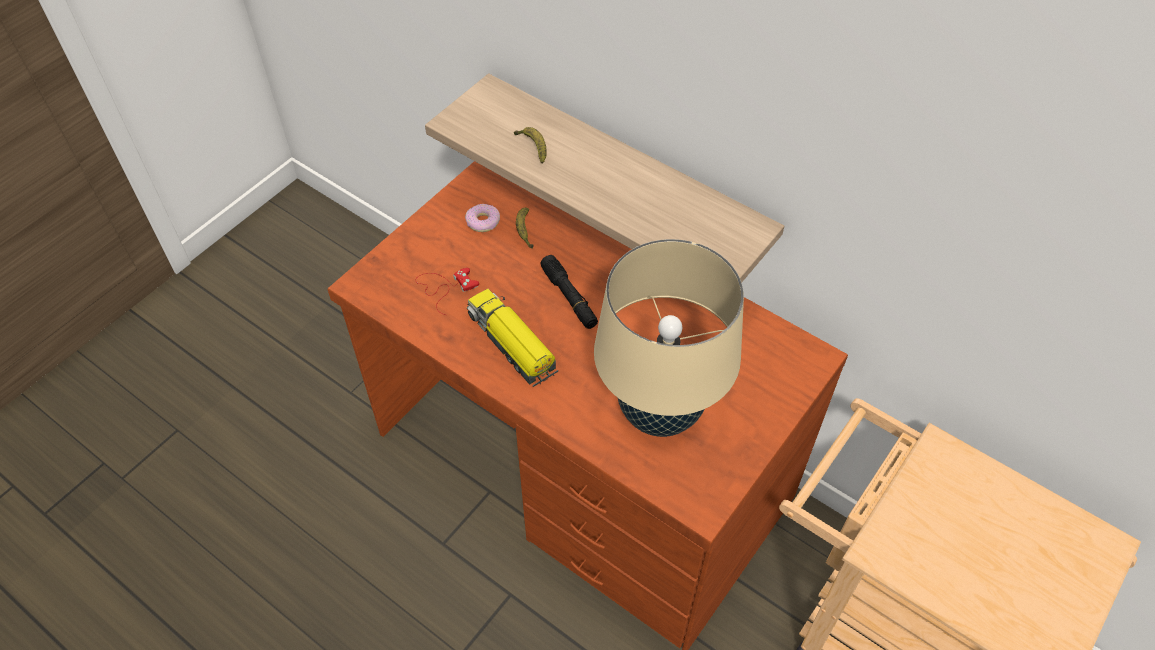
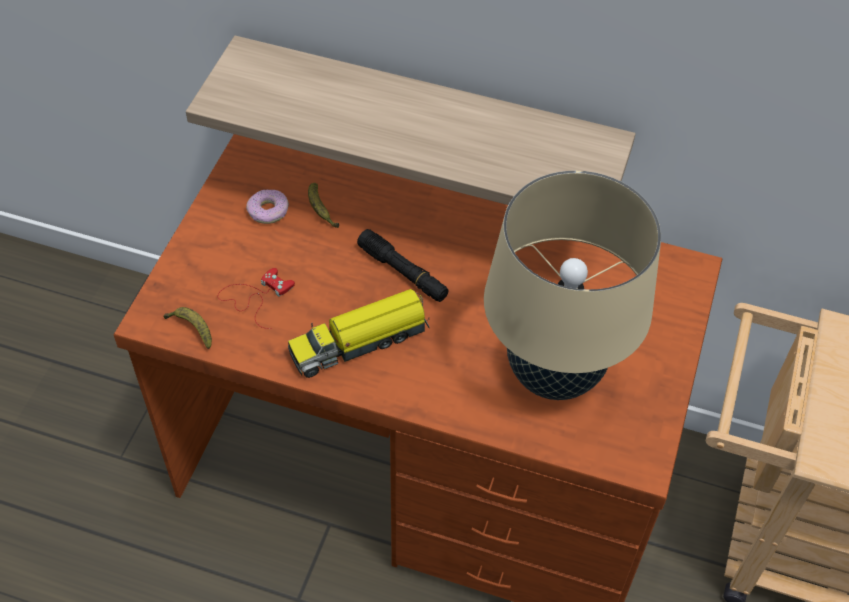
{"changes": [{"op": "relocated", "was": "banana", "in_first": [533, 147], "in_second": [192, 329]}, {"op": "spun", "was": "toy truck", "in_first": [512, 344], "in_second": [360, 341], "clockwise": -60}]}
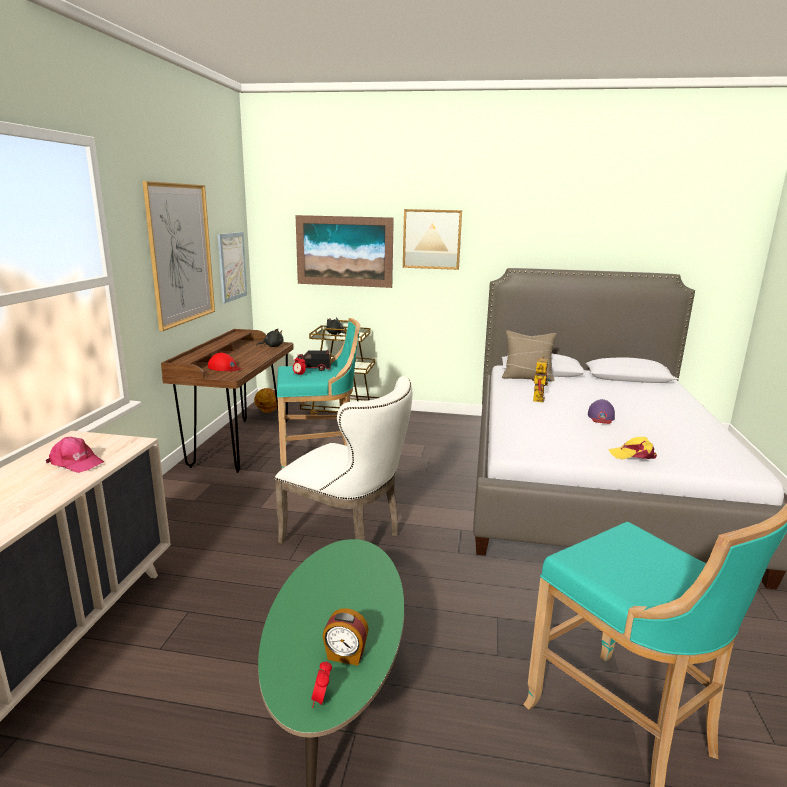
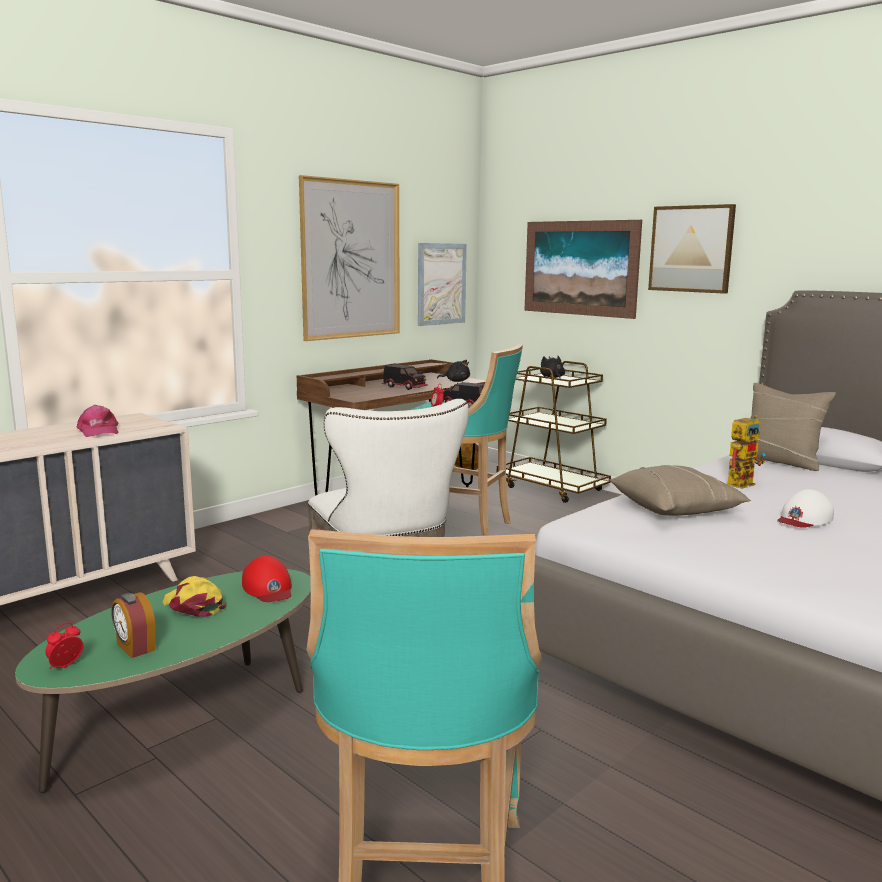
{"changes": [{"op": "appeared", "now": "toy truck", "in_second": [405, 387]}, {"op": "appeared", "now": "beige pillow", "in_second": [675, 508]}, {"op": "relocated", "was": "red cap", "in_first": [224, 368], "in_second": [268, 588]}, {"op": "relocated", "was": "yellow cap", "in_first": [633, 455], "in_second": [194, 605]}, {"op": "colour", "was": "purple cap", "now": "white cap", "in_first": [601, 417], "in_second": [804, 518]}]}
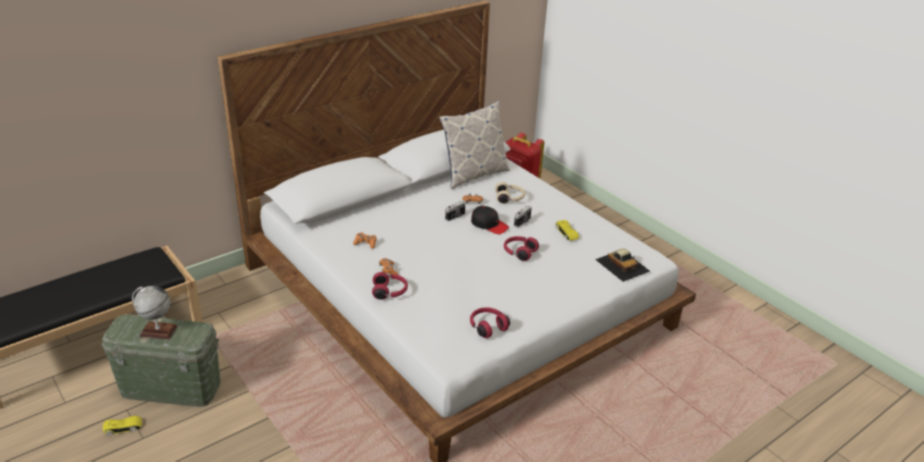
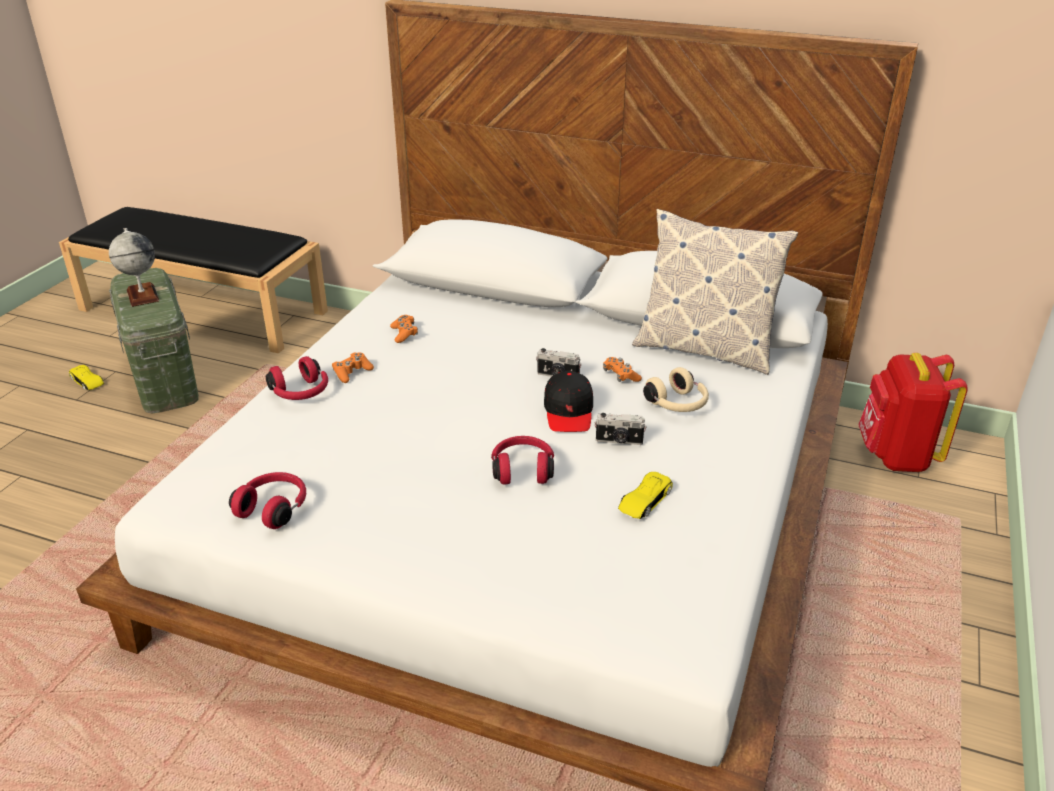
{"changes": [{"op": "missing", "was": "toy car", "in_first": [622, 265]}]}
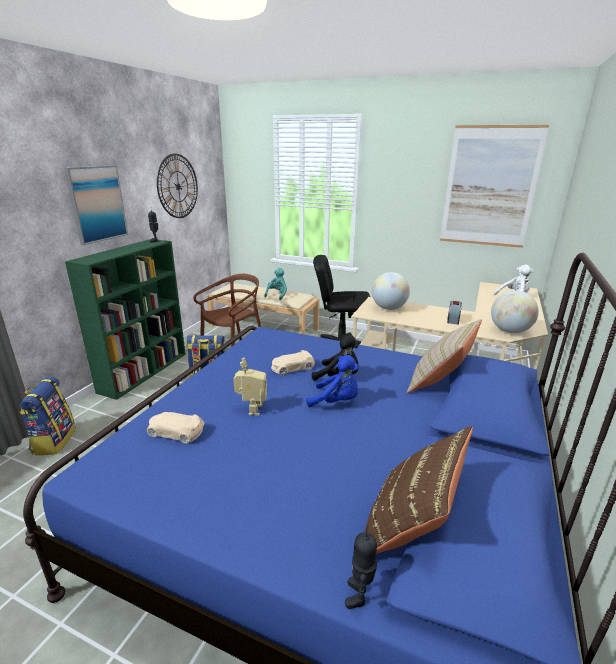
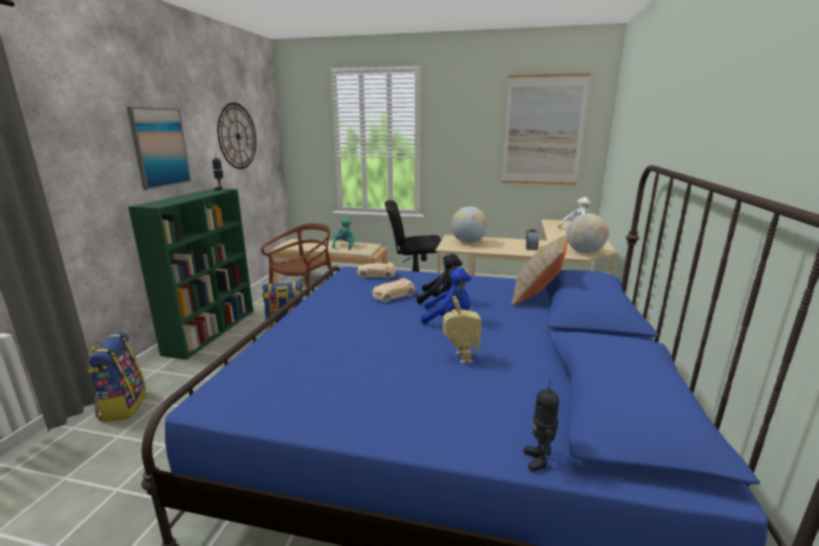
{"changes": [{"op": "missing", "was": "brown pillow", "in_first": [409, 529]}, {"op": "relocated", "was": "beige toy car", "in_first": [175, 432], "in_second": [376, 275]}, {"op": "relocated", "was": "toy robot", "in_first": [251, 410], "in_second": [460, 358]}]}
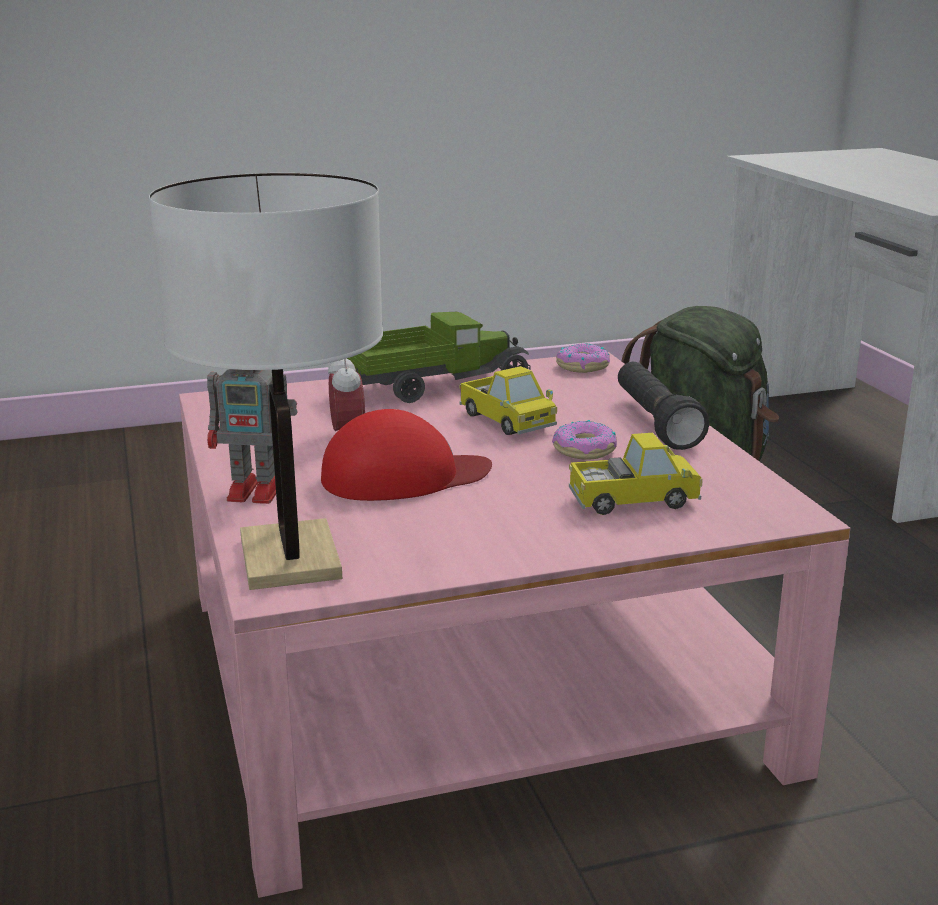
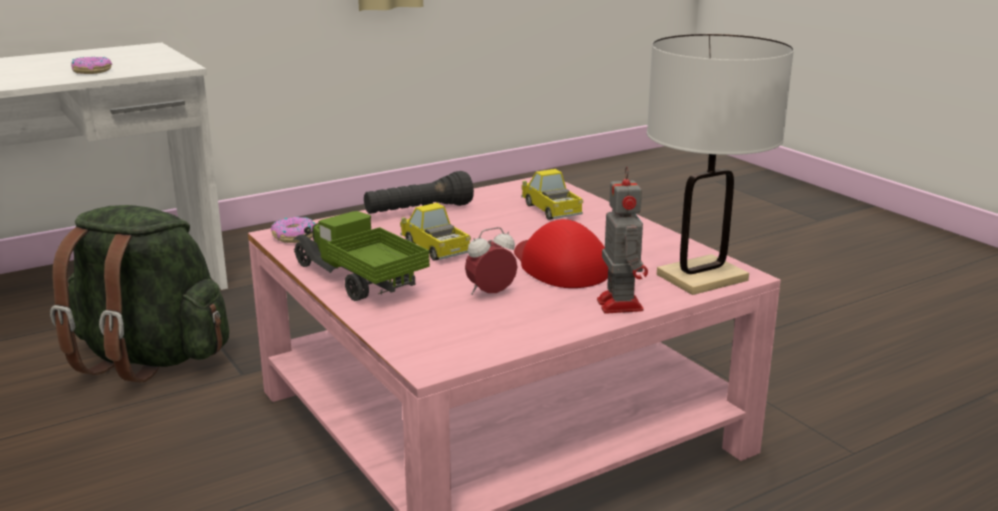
{"changes": [{"op": "relocated", "was": "donut", "in_first": [585, 450], "in_second": [92, 71]}, {"op": "spun", "was": "toy truck", "in_first": [506, 421], "in_second": [435, 248], "clockwise": -75}]}
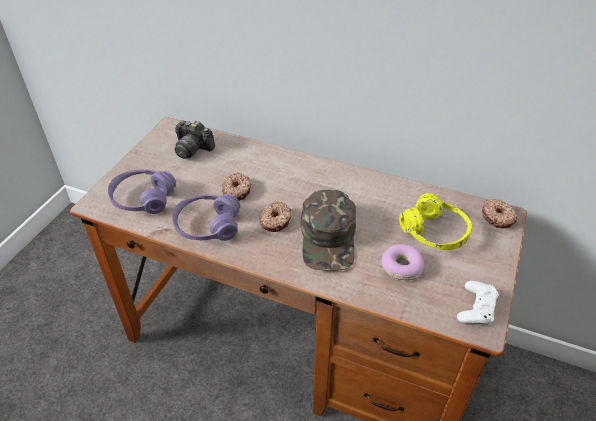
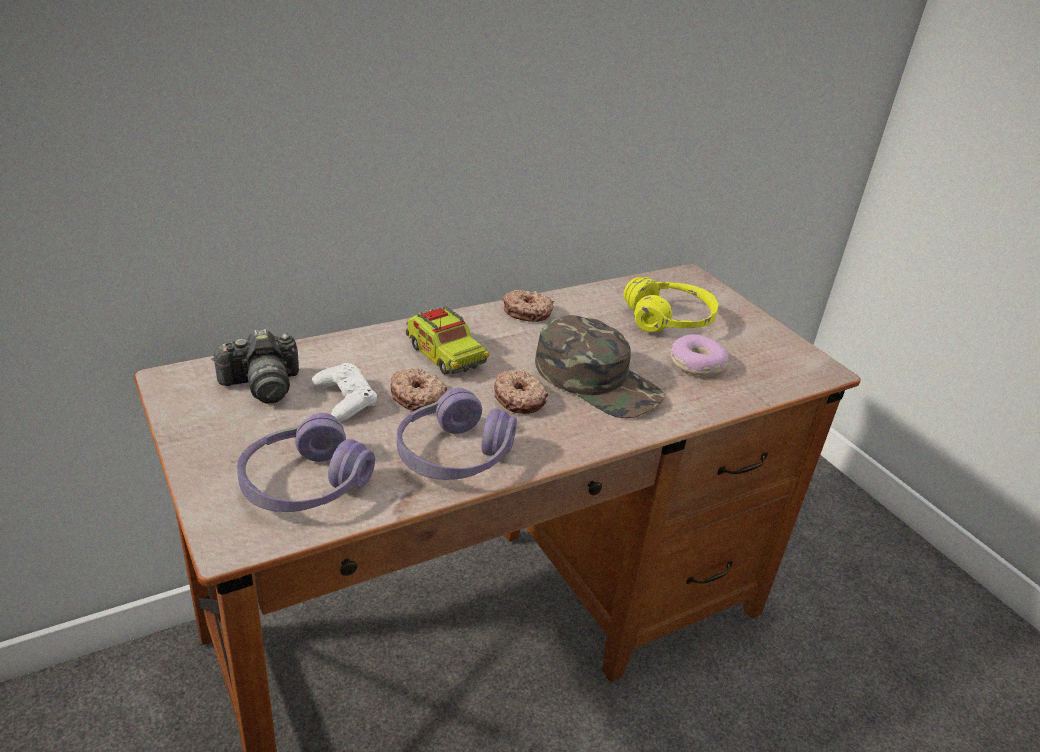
{"changes": [{"op": "appeared", "now": "toy truck", "in_second": [445, 355]}, {"op": "relocated", "was": "white game controller", "in_first": [476, 307], "in_second": [345, 399]}, {"op": "relocated", "was": "donut", "in_first": [497, 217], "in_second": [527, 312]}]}
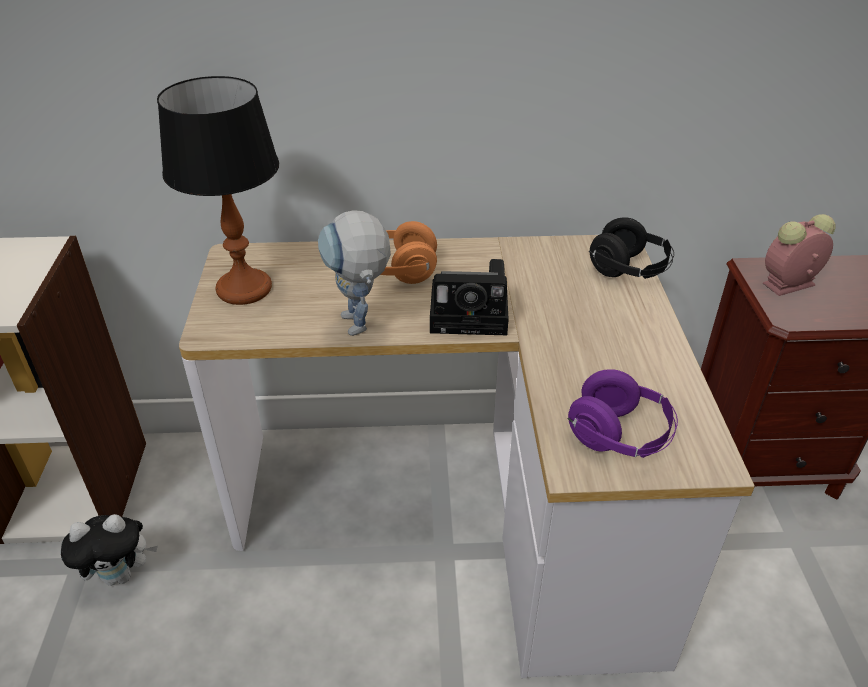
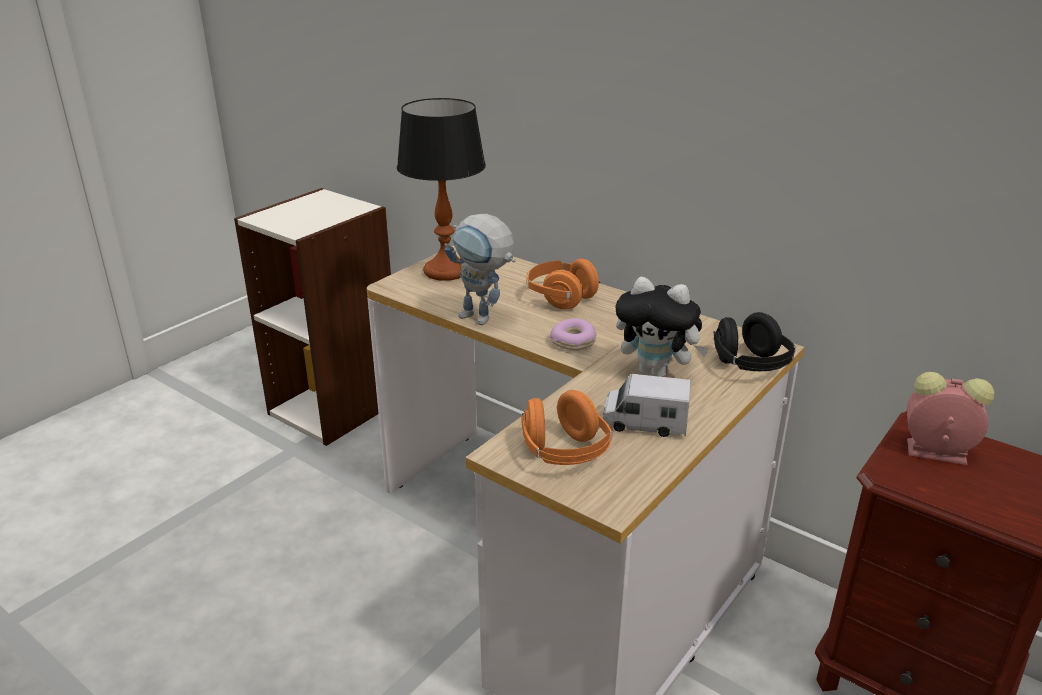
{"changes": [{"op": "appeared", "now": "toy truck", "in_second": [644, 423]}, {"op": "relocated", "was": "plush toy", "in_first": [121, 575], "in_second": [657, 372]}, {"op": "exchanged", "was": "photo camera", "now": "donut", "in_first": [472, 314], "in_second": [574, 342]}, {"op": "colour", "was": "purple headphones", "now": "orange headphones", "in_first": [619, 436], "in_second": [564, 453]}, {"op": "spun", "was": "toy robot", "in_first": [360, 329], "in_second": [484, 320], "clockwise": -75}]}
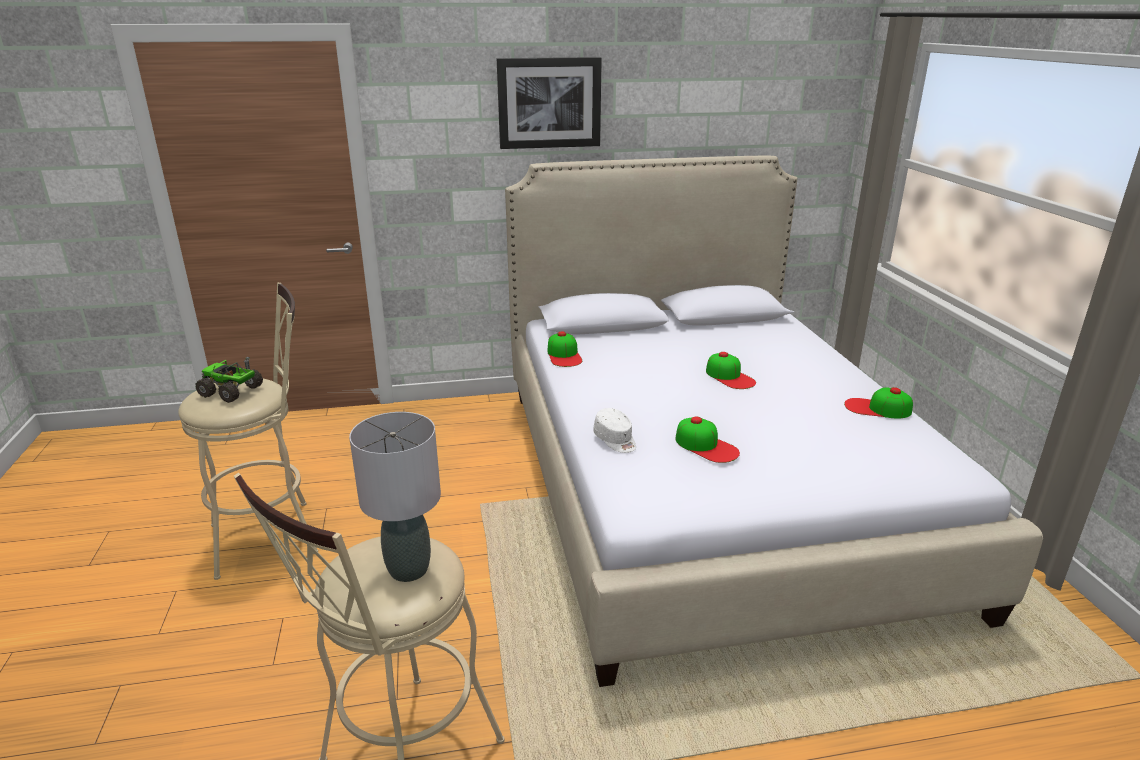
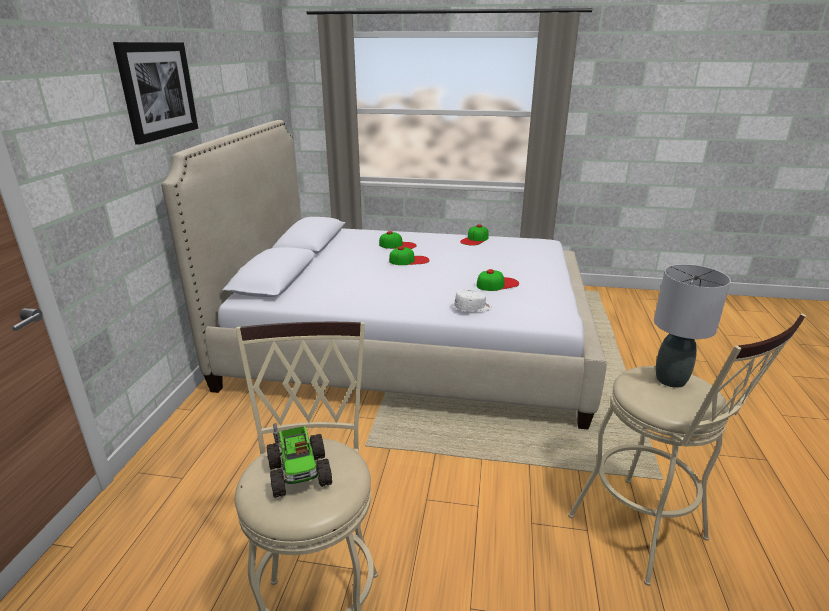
{"changes": [{"op": "relocated", "was": "cap", "in_first": [564, 355], "in_second": [397, 245]}, {"op": "spun", "was": "toy truck", "in_first": [232, 391], "in_second": [299, 472], "clockwise": -60}]}
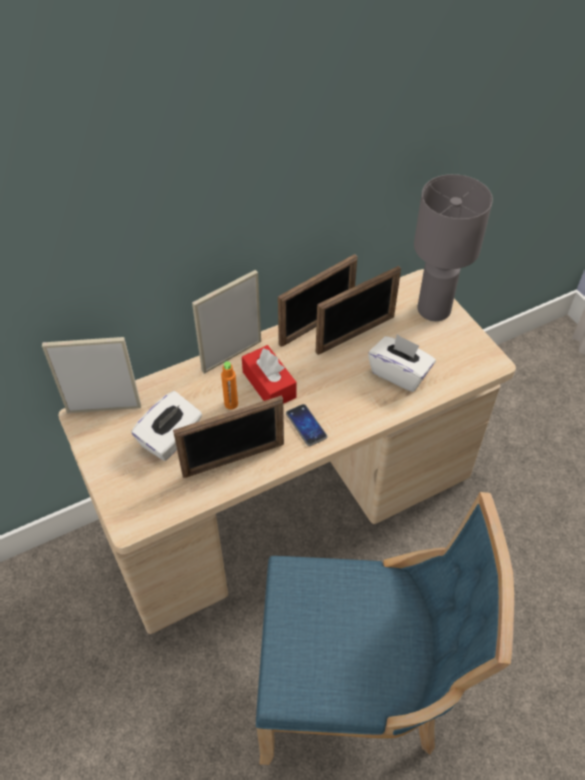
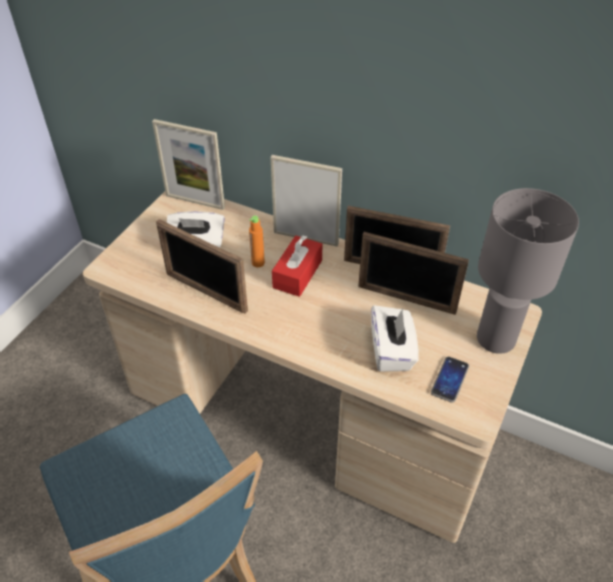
{"changes": [{"op": "relocated", "was": "phone", "in_first": [306, 425], "in_second": [449, 380]}, {"op": "spun", "was": "picture frame", "in_first": [104, 408], "in_second": [195, 201], "clockwise": 150}]}
